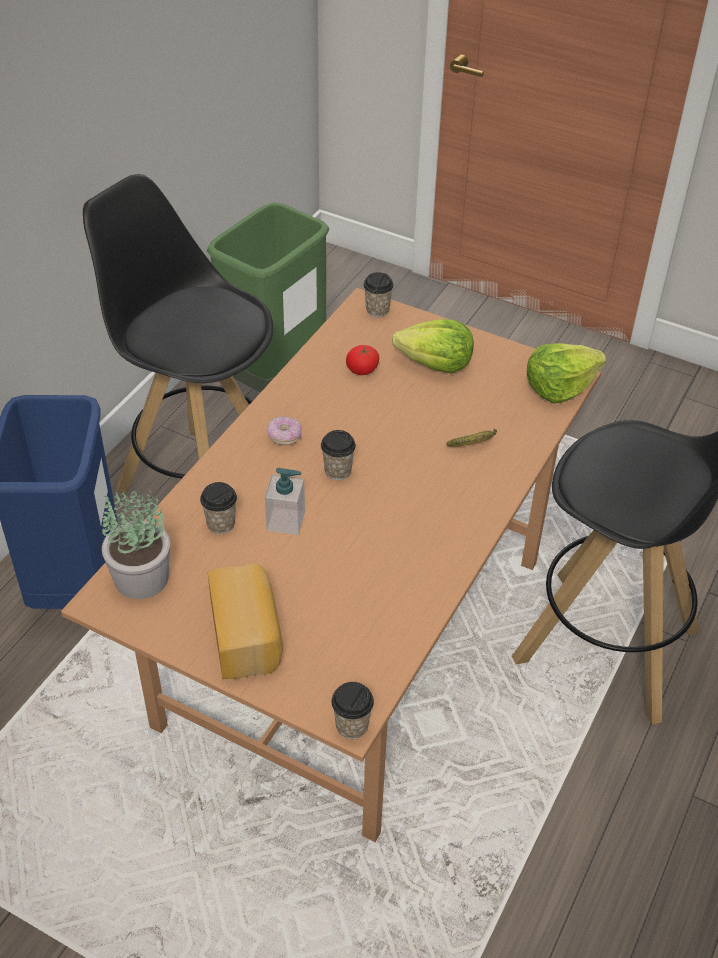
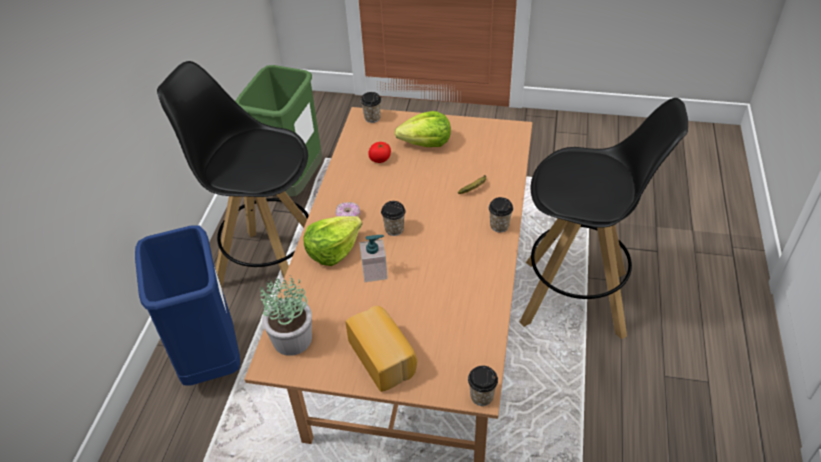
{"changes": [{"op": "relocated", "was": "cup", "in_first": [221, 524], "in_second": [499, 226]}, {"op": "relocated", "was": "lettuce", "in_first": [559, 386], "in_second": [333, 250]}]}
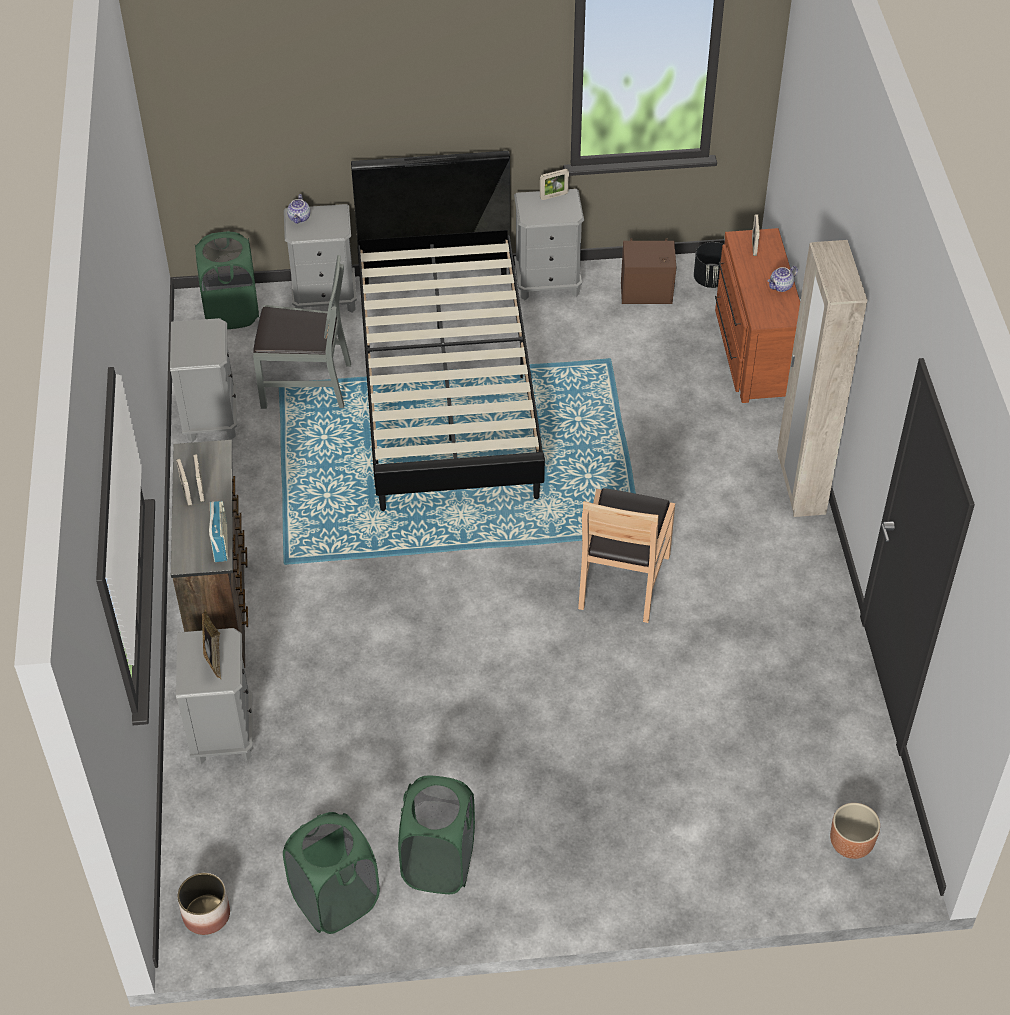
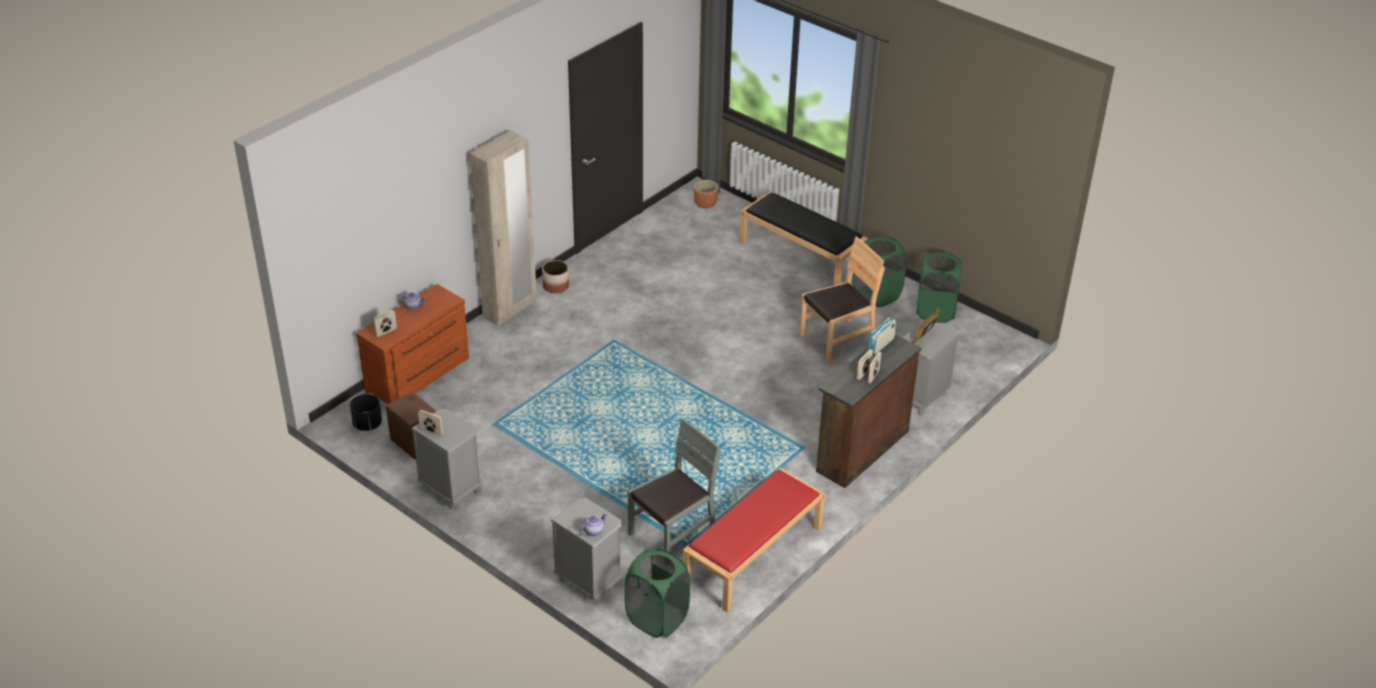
{"changes": [{"op": "missing", "was": "black bed", "in_first": [447, 384]}, {"op": "appeared", "now": "black bench", "in_second": [802, 256]}, {"op": "relocated", "was": "planter", "in_first": [206, 915], "in_second": [556, 286]}, {"op": "relocated", "was": "brown chair", "in_first": [622, 580], "in_second": [837, 340]}, {"op": "exchanged", "was": "grey nightstand", "now": "red bench", "in_first": [210, 418], "in_second": [753, 555]}, {"op": "spun", "was": "grey chair", "in_first": [306, 384], "in_second": [673, 535], "clockwise": 90}]}
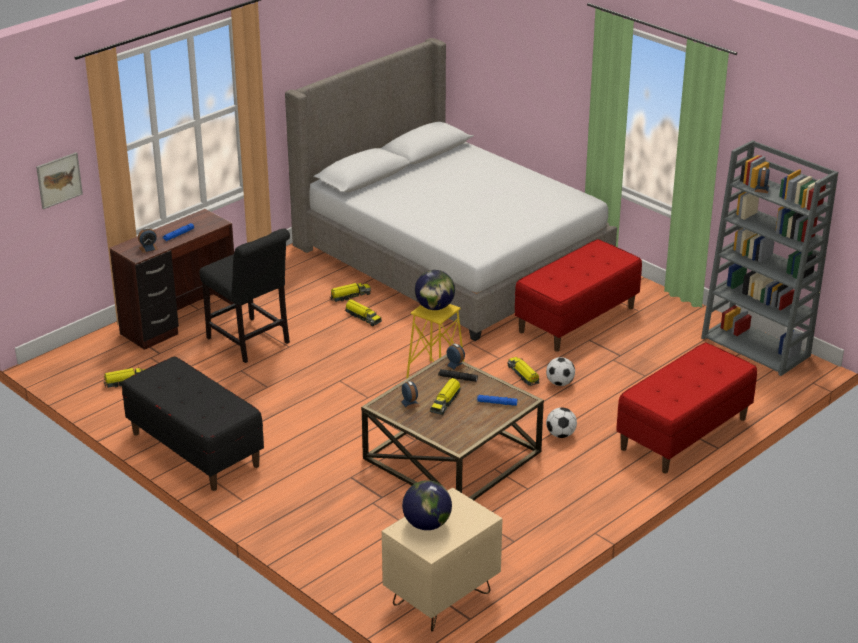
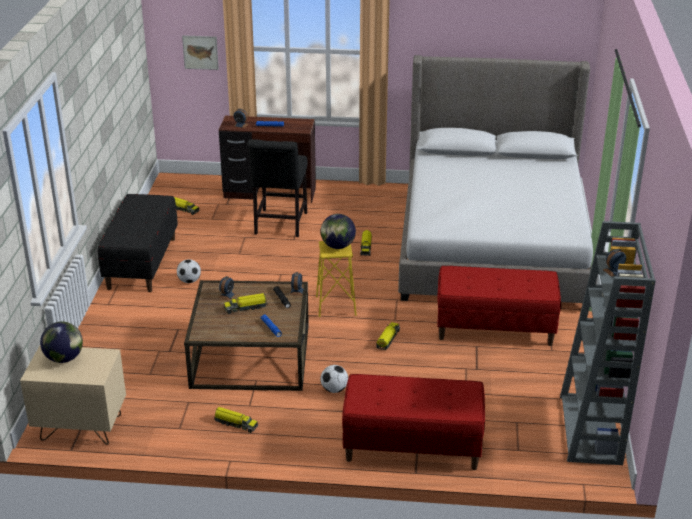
{"changes": [{"op": "relocated", "was": "toy truck", "in_first": [350, 296], "in_second": [235, 424]}, {"op": "relocated", "was": "football", "in_first": [559, 383], "in_second": [189, 281]}]}
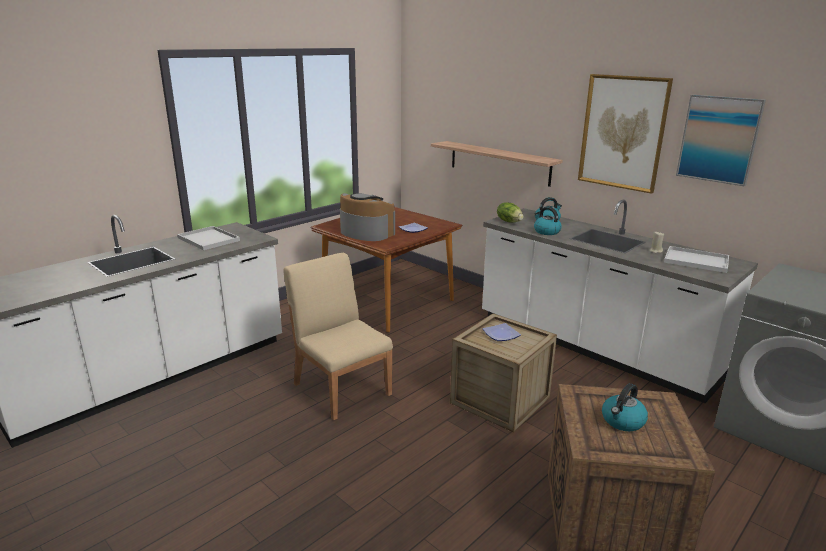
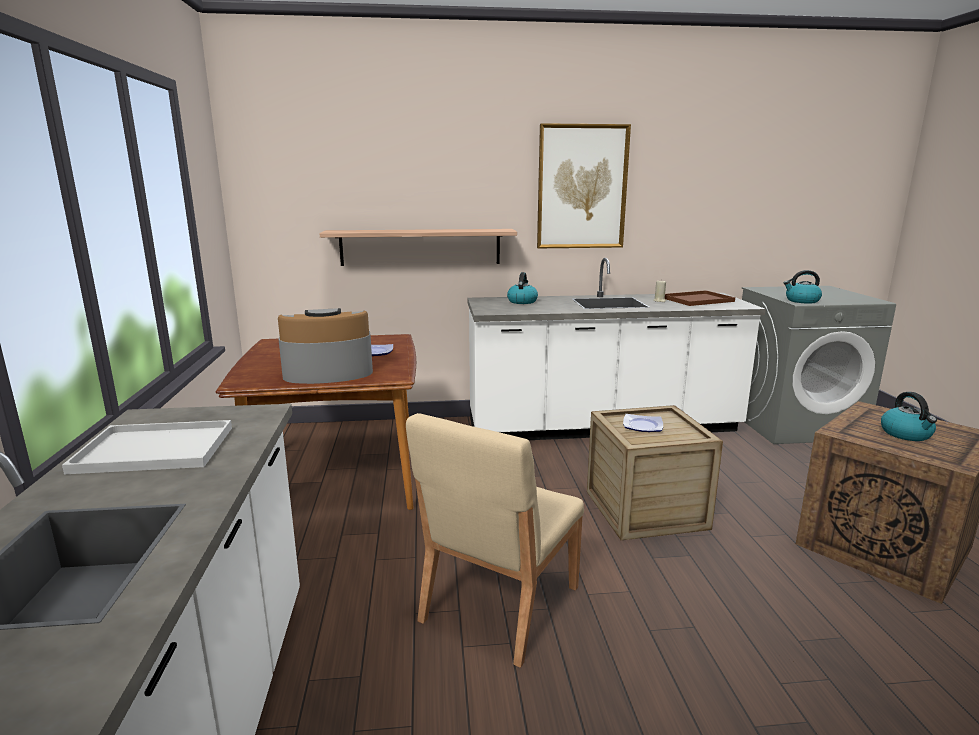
{"changes": [{"op": "missing", "was": "lettuce", "in_first": [509, 221]}, {"op": "missing", "was": "picture", "in_first": [719, 139]}, {"op": "relocated", "was": "kettle", "in_first": [546, 231], "in_second": [801, 301]}, {"op": "colour", "was": "white tray", "now": "brown tray", "in_first": [694, 260], "in_second": [697, 300]}, {"op": "spun", "was": "beige chair", "in_first": [342, 388], "in_second": [498, 604], "clockwise": -60}]}
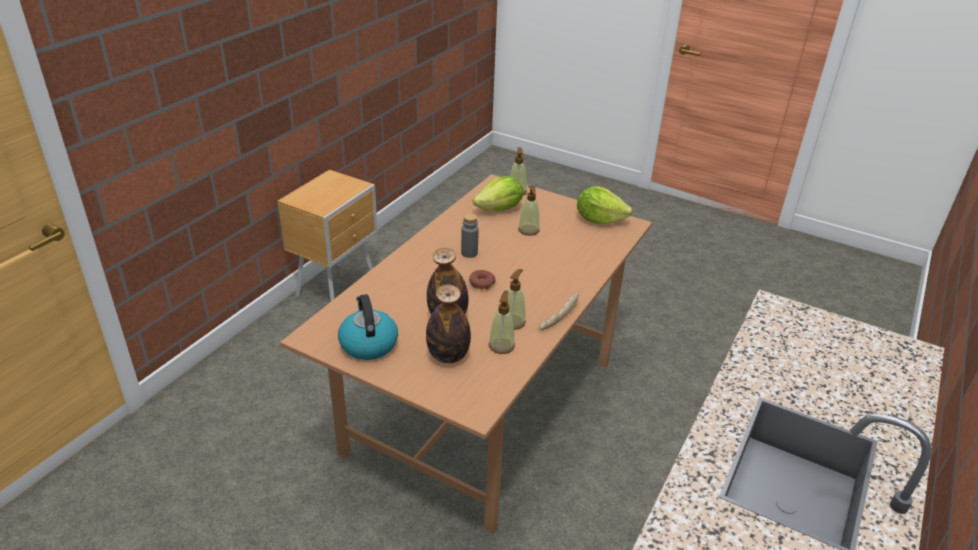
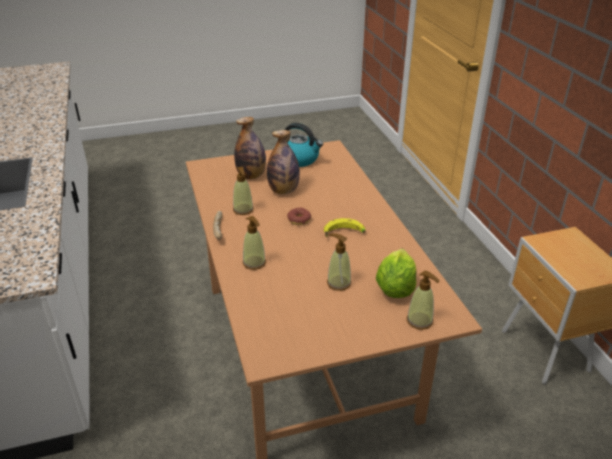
{"changes": [{"op": "missing", "was": "lettuce", "in_first": [599, 220]}, {"op": "relocated", "was": "soap dispenser", "in_first": [501, 345], "in_second": [254, 263]}, {"op": "exchanged", "was": "grey bottle", "now": "banana", "in_first": [469, 253], "in_second": [344, 234]}]}
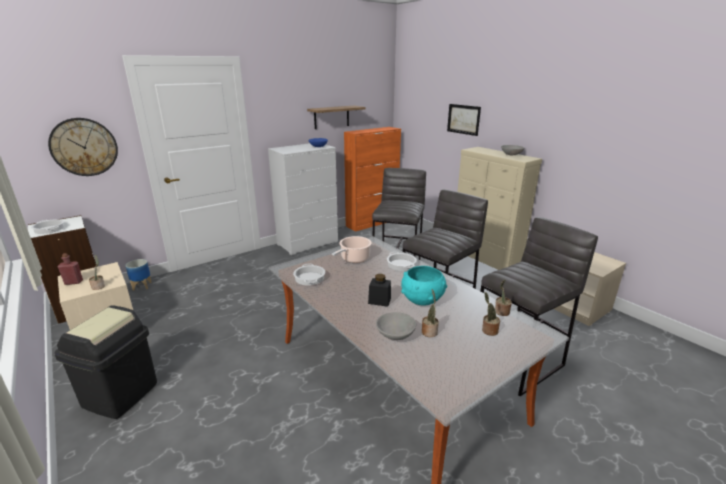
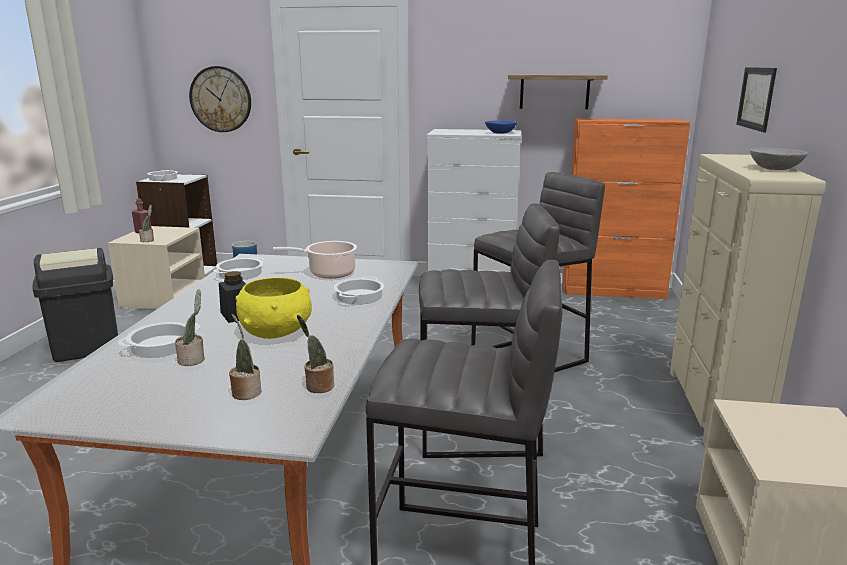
{"changes": [{"op": "exchanged", "was": "grey bowl", "now": "cooking pot", "in_first": [395, 335], "in_second": [161, 346]}, {"op": "colour", "was": "turquoise bowl", "now": "yellow bowl", "in_first": [422, 299], "in_second": [276, 333]}]}
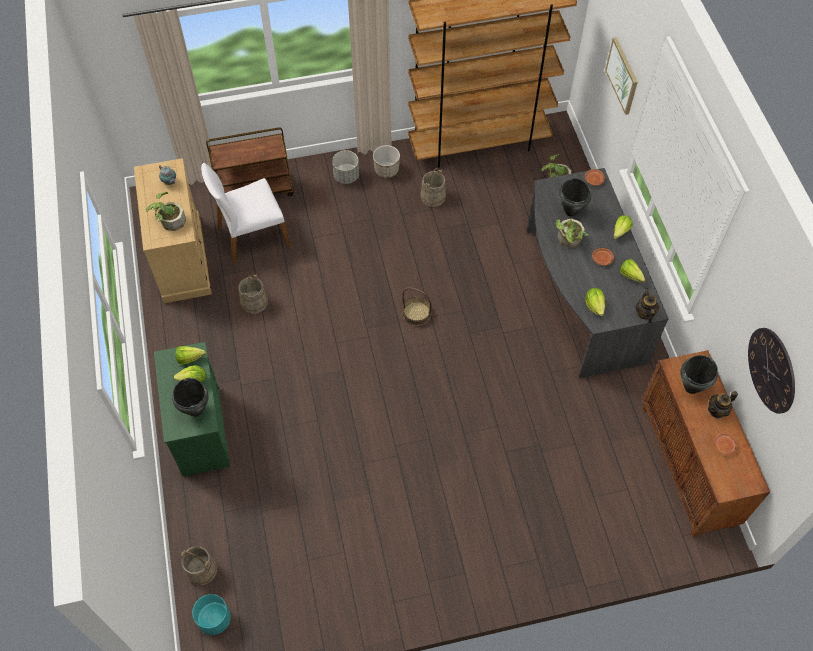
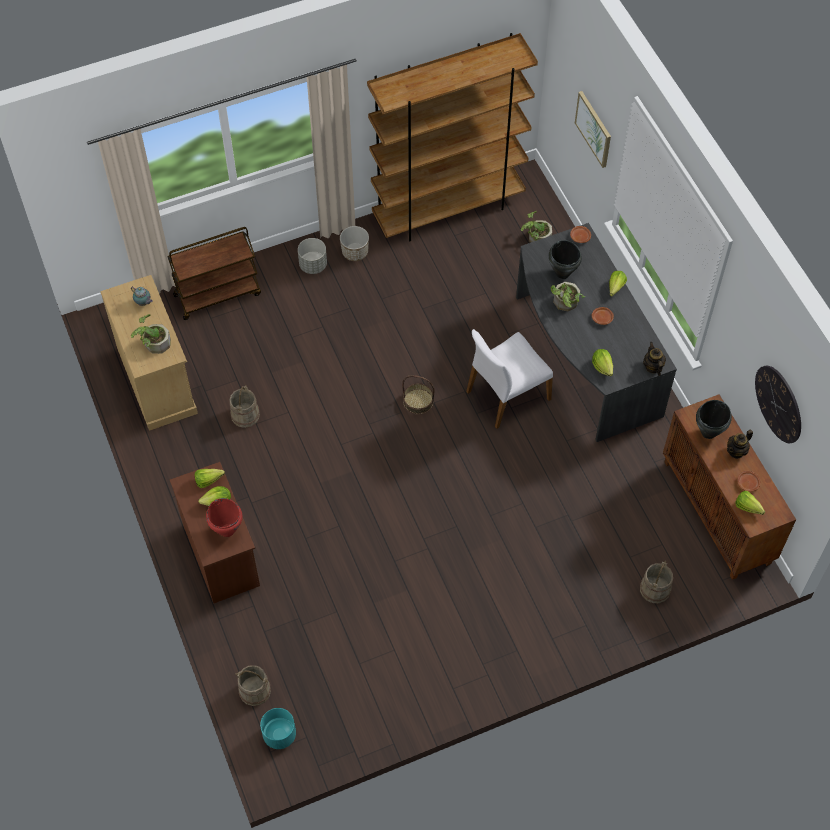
{"changes": [{"op": "relocated", "was": "white chair", "in_first": [252, 236], "in_second": [506, 395]}, {"op": "relocated", "was": "beige bucket", "in_first": [433, 196], "in_second": [654, 589]}, {"op": "relocated", "was": "lettuce", "in_first": [632, 277], "in_second": [749, 509]}, {"op": "colour", "was": "green dresser", "now": "brown dresser", "in_first": [201, 430], "in_second": [221, 554]}, {"op": "colour", "was": "black cooking pot", "now": "red cooking pot", "in_first": [195, 410], "in_second": [227, 531]}]}
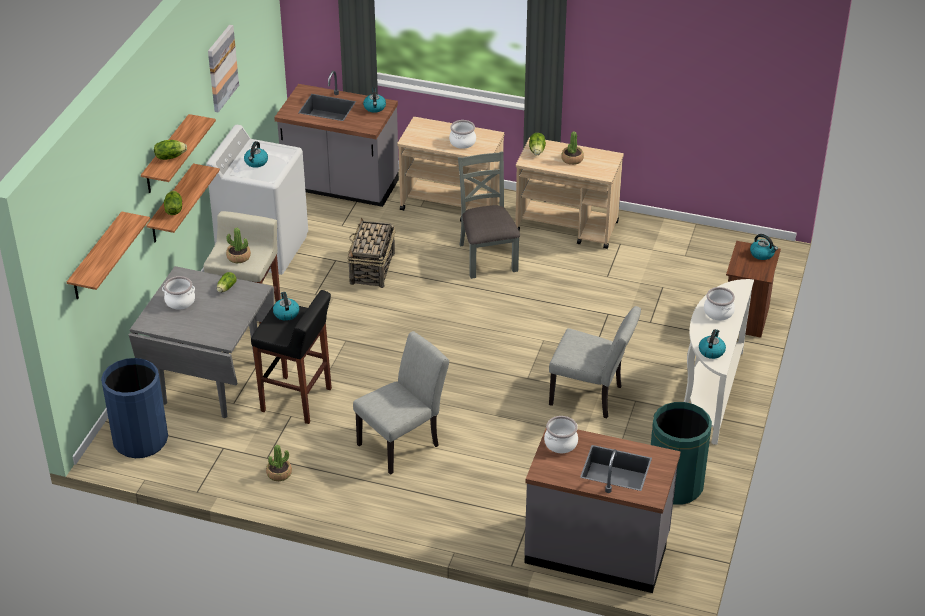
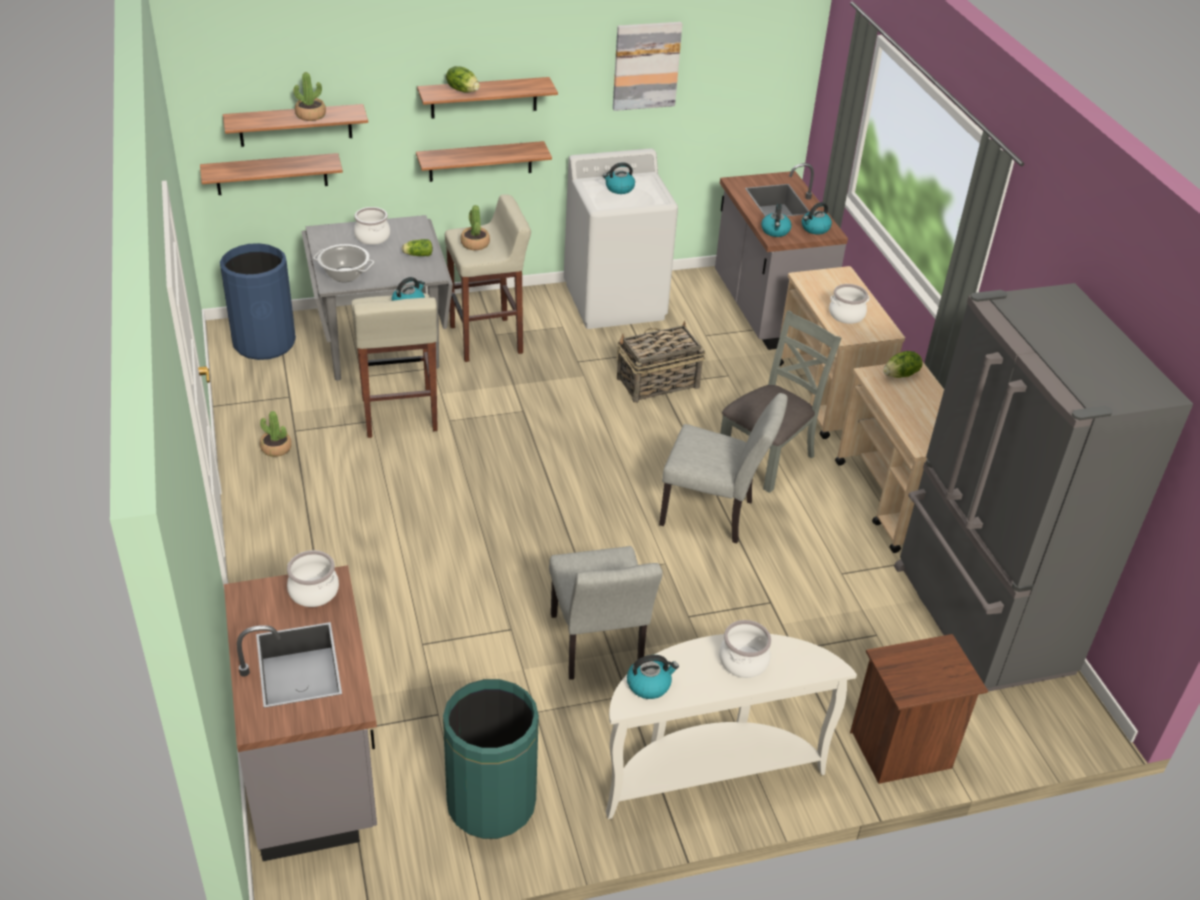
{"changes": [{"op": "missing", "was": "lettuce", "in_first": [173, 210]}, {"op": "appeared", "now": "shelf", "in_second": [271, 174]}, {"op": "appeared", "now": "cooking pot", "in_second": [344, 275]}, {"op": "appeared", "now": "grey fridge", "in_second": [978, 620]}, {"op": "relocated", "was": "grey chair", "in_first": [403, 442], "in_second": [714, 515]}, {"op": "relocated", "was": "potted plant", "in_first": [572, 159], "in_second": [311, 115]}, {"op": "relocated", "was": "kettle", "in_first": [762, 254], "in_second": [775, 231]}, {"op": "colour", "was": "black stool", "now": "beige stool", "in_first": [297, 400], "in_second": [399, 416]}]}
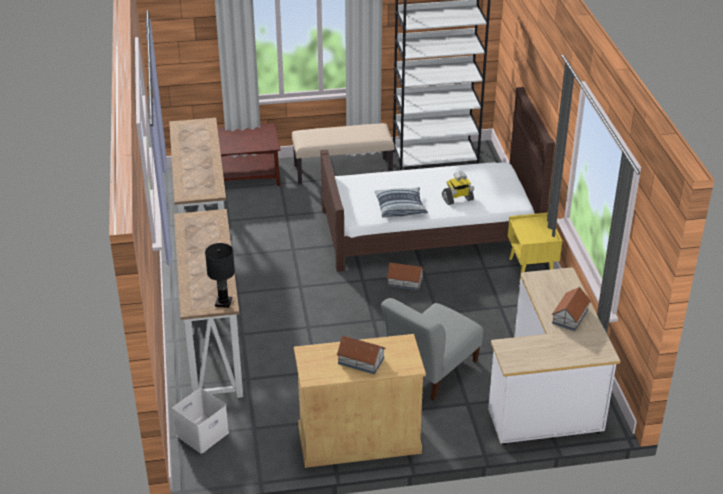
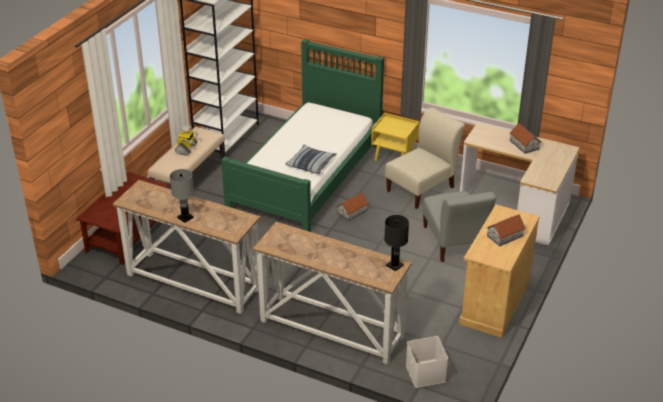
{"changes": [{"op": "appeared", "now": "grey table lamp", "in_second": [185, 217]}, {"op": "appeared", "now": "beige chair", "in_second": [422, 188]}, {"op": "relocated", "was": "toy robot", "in_first": [457, 199], "in_second": [187, 148]}, {"op": "colour", "was": "brown bed", "now": "green bed", "in_first": [430, 229], "in_second": [307, 176]}]}
